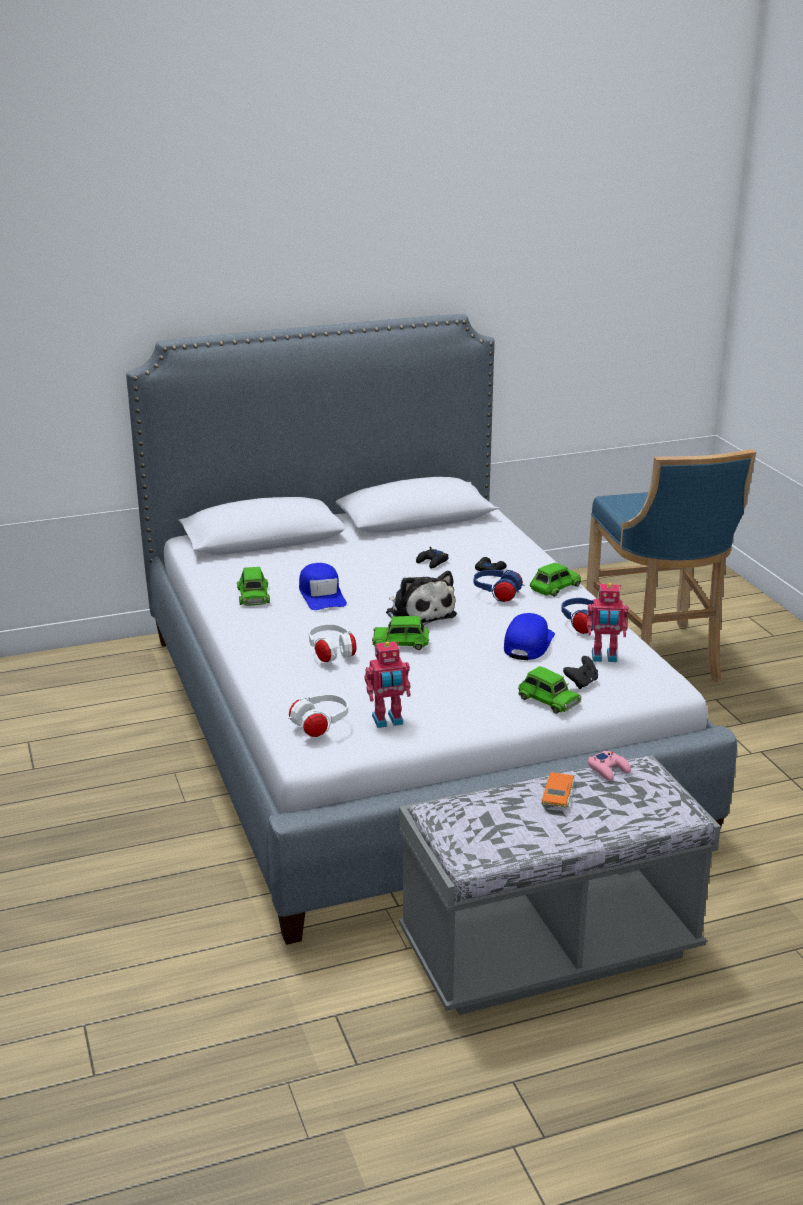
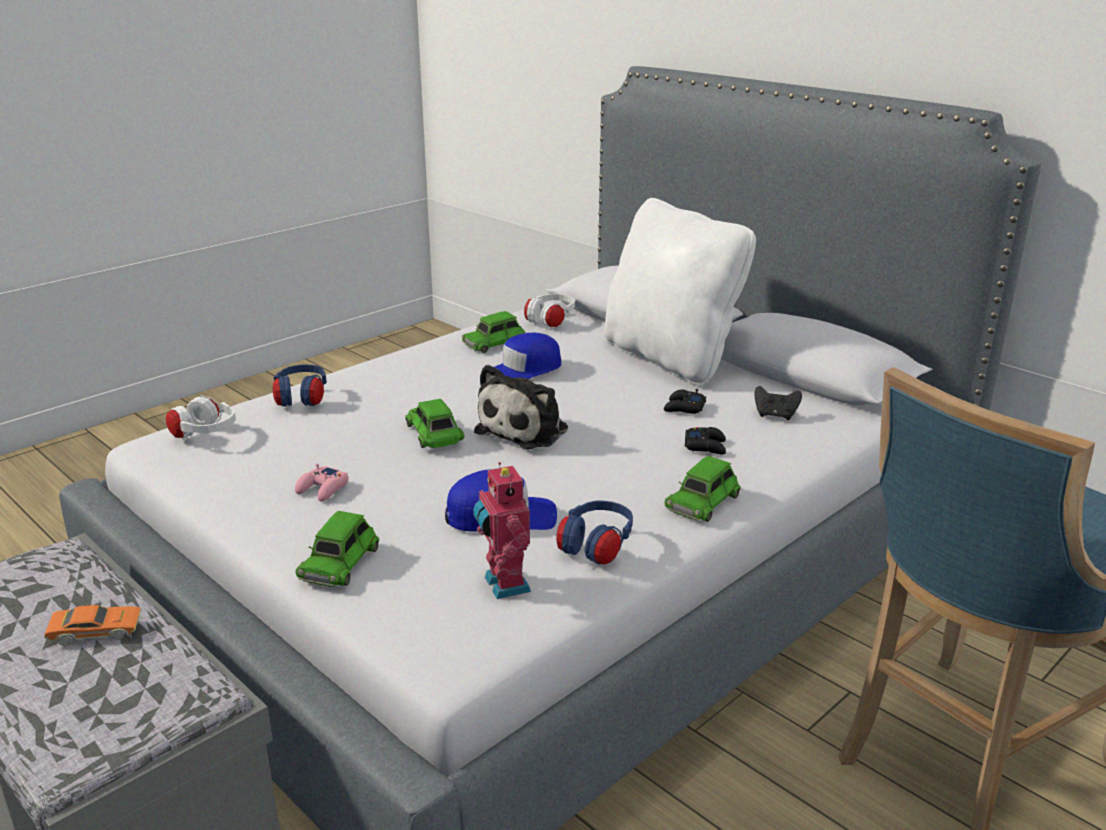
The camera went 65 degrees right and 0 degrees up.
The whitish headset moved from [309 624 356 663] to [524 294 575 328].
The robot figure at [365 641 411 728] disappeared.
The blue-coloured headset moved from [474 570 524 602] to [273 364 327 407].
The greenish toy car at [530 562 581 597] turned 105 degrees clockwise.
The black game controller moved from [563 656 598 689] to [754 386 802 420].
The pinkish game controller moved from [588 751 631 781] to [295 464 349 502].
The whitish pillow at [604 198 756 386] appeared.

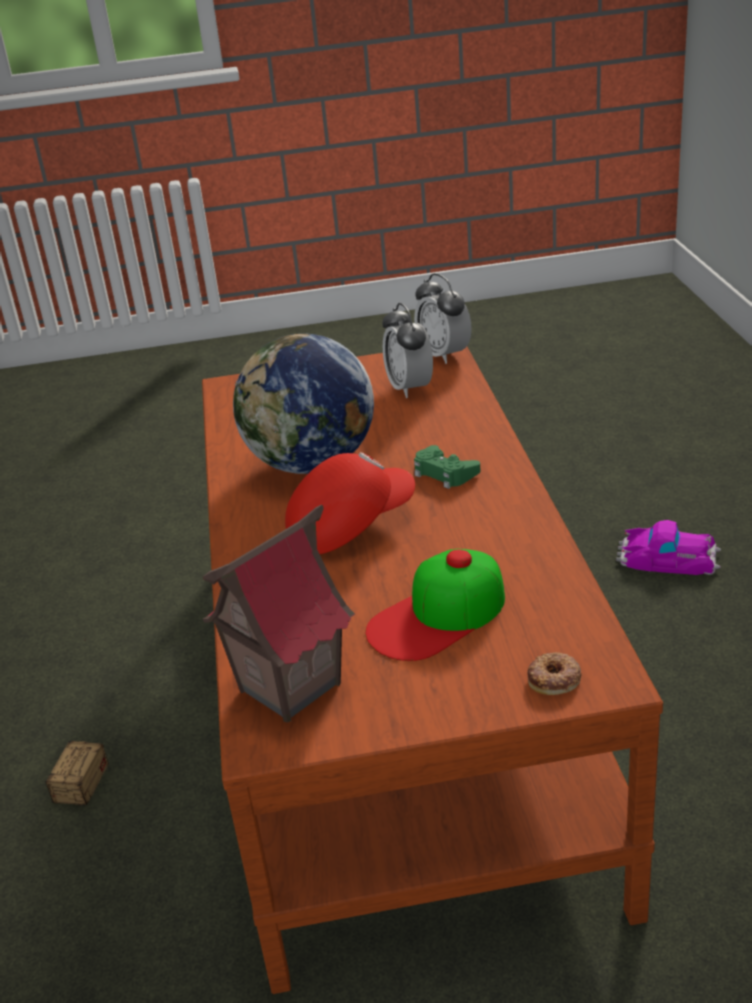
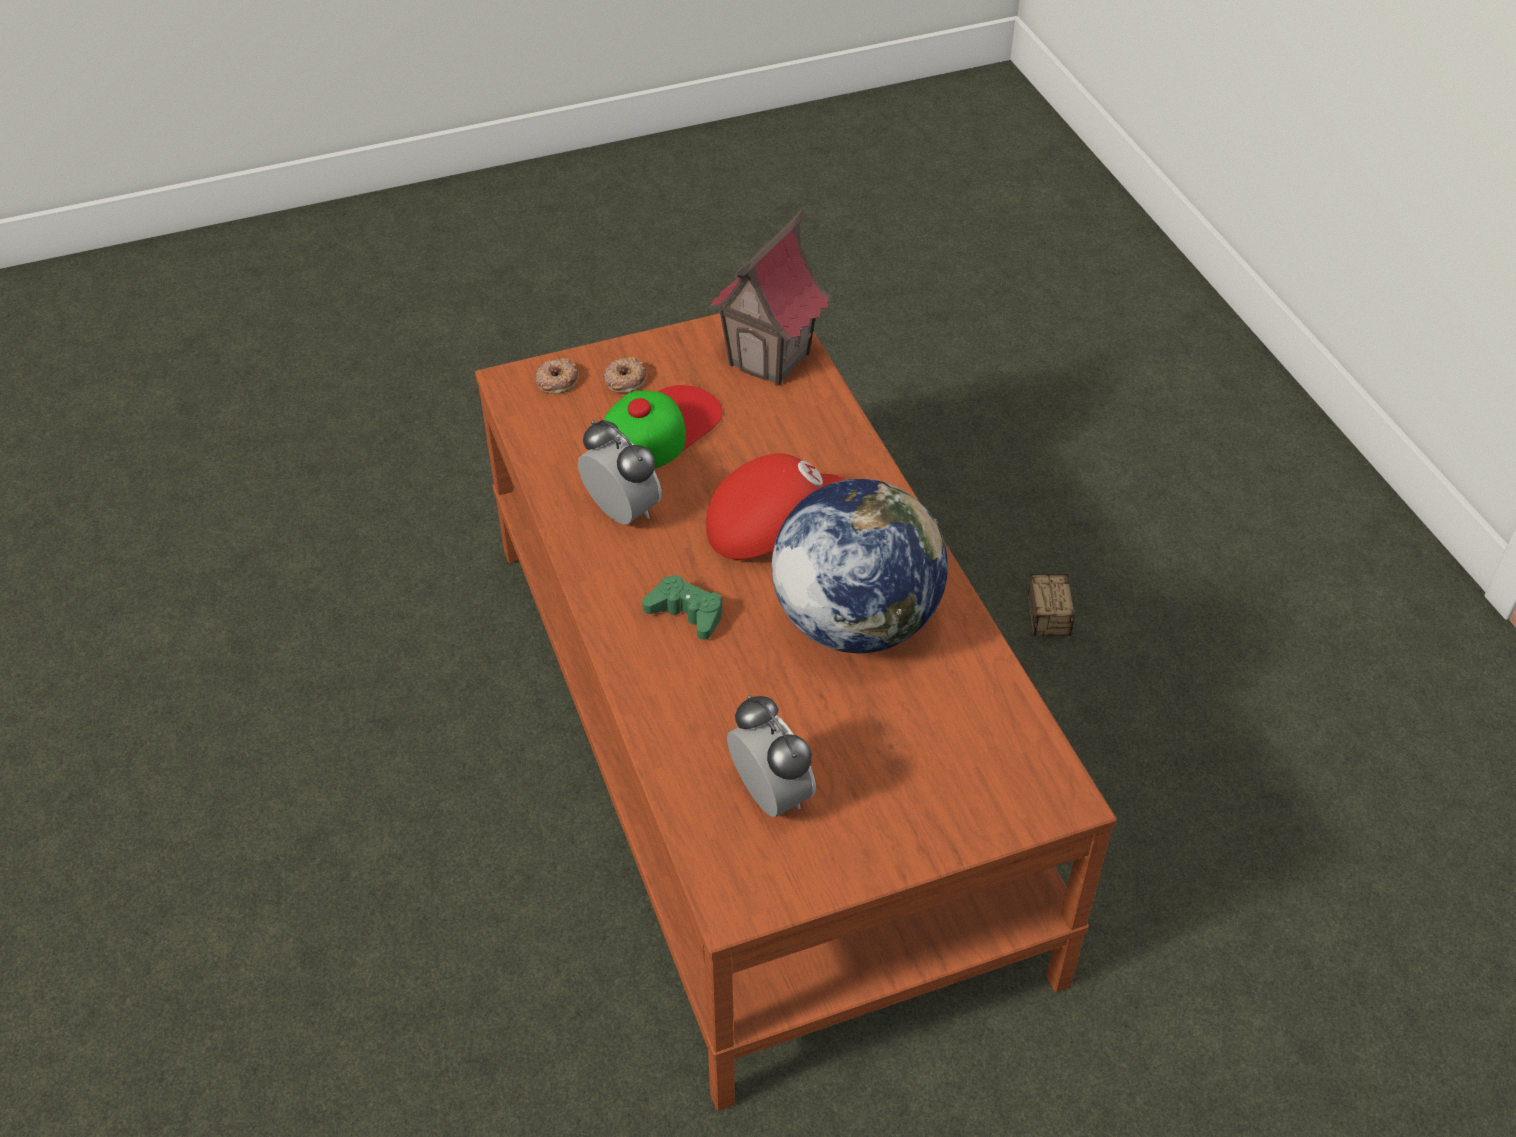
The camera went 165 degrees right and 15 degrees up.
The red cap at [285 452 415 554] turned 150 degrees counterclockwise.
The alarm clock moved from [414 273 472 364] to [578 420 662 524].
The toy car at [616 520 721 575] disappeared.
The doughnut at [604 357 646 393] appeared.

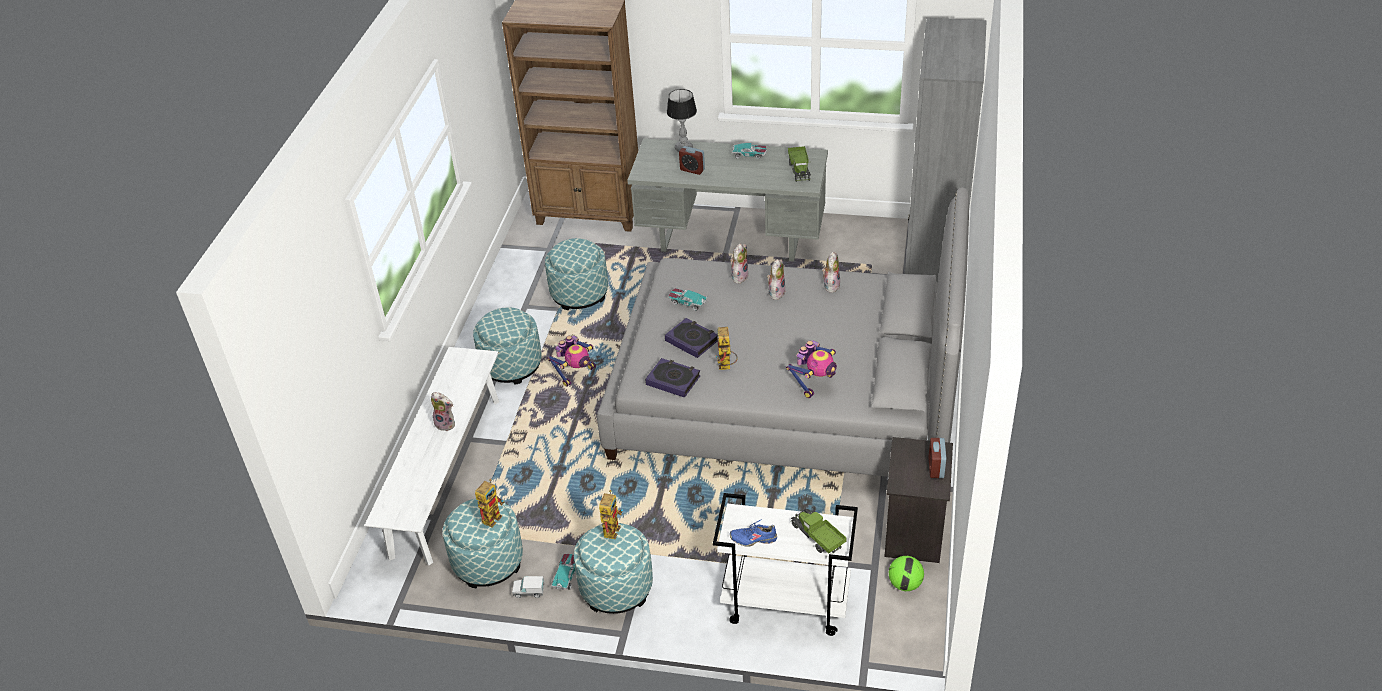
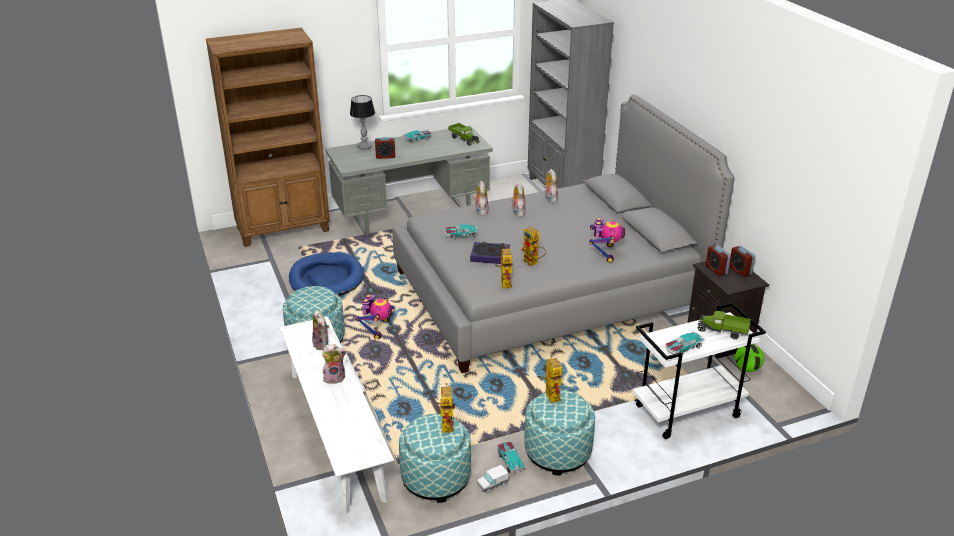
The camera went 35 degrees left and 10 degrees down.
The ottoman at [545 238 608 310] was replaced by the blue-coloured pet bed at [289 252 364 296].
The volume at [645 358 701 398] was replaced by the robot figure at [495 246 514 288].
The blue-coloured low shoe at [730 519 777 546] was replaced by the toy car at [665 332 704 356].
The plush toy at [312 310 329 350] appeared.
The alarm clock at [706 245 731 276] appeared.

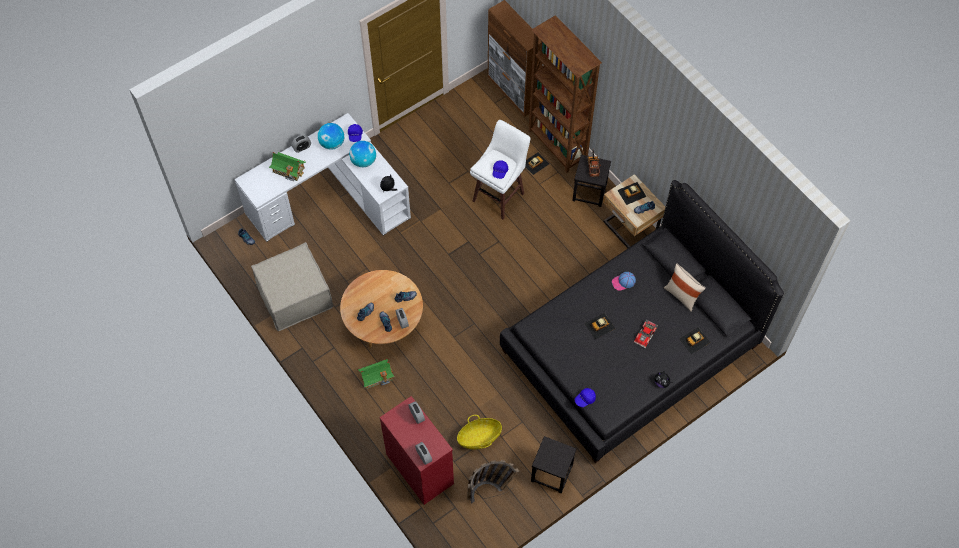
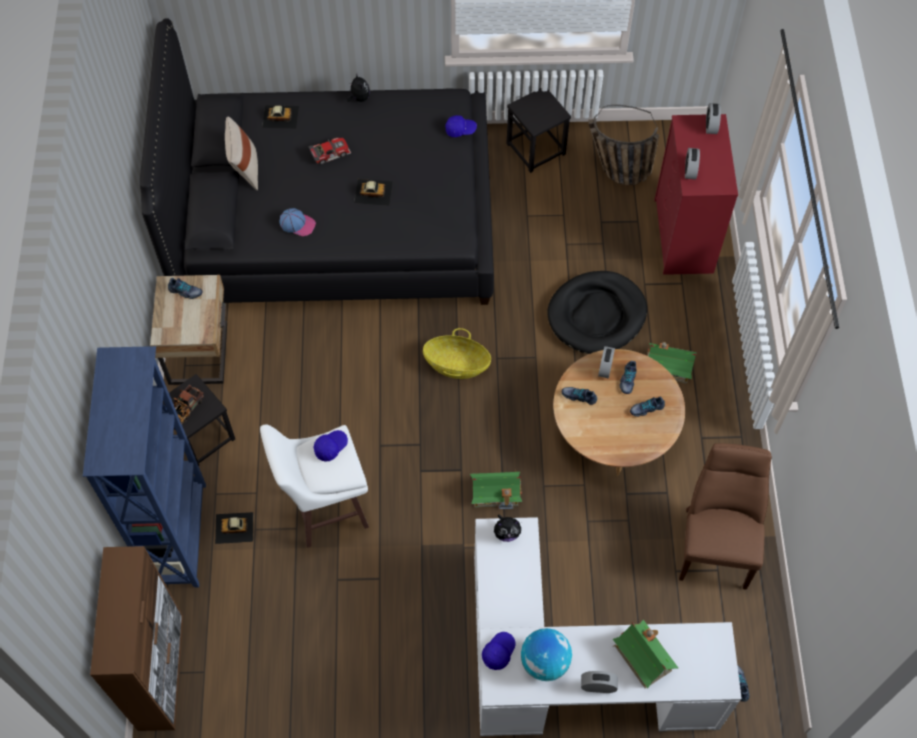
The camera went 145 degrees left and 0 degrees up.
The beige-coloured ottoman at [251 242 333 331] was replaced by the brown chair at [679 443 772 590].
The world globe at [349 141 376 167] disappeared.
The storage basket moved from [457 415 502 450] to [423 328 491 379].
The brown shelving unit at [528 15 602 173] became the blue-coloured shelving unit at [83 346 206 588].
The toy car at [617 182 647 205] disappeared.
The miniature house at [470 472 522 509] appeared.
The black pet bed at [547 271 647 354] appeared.

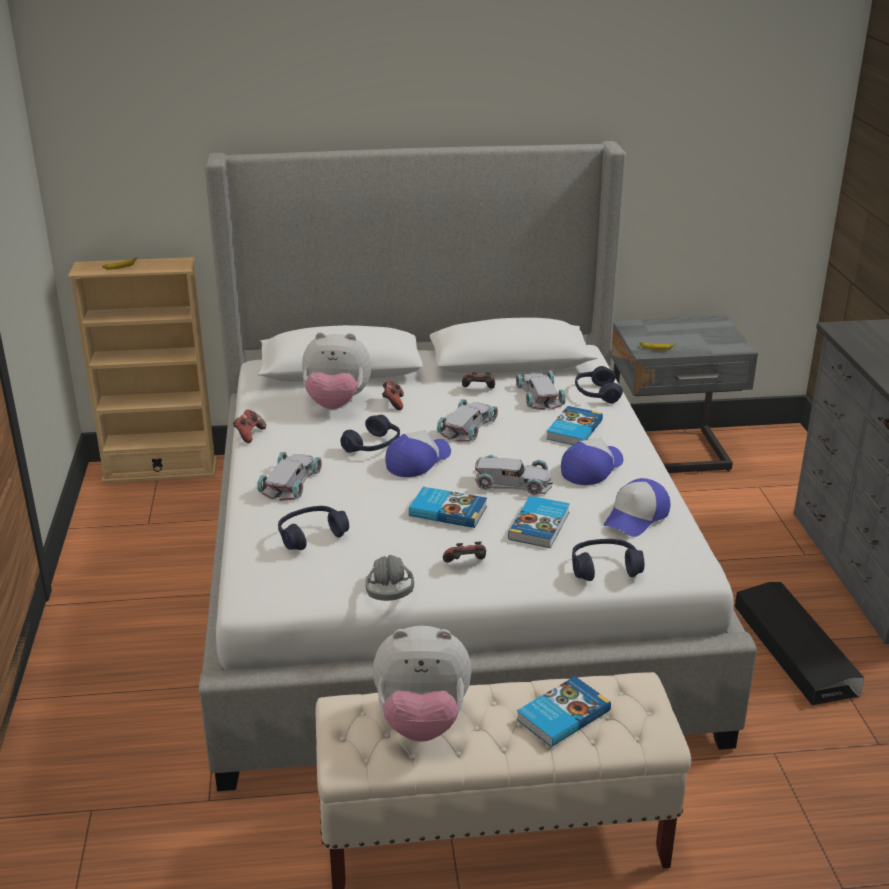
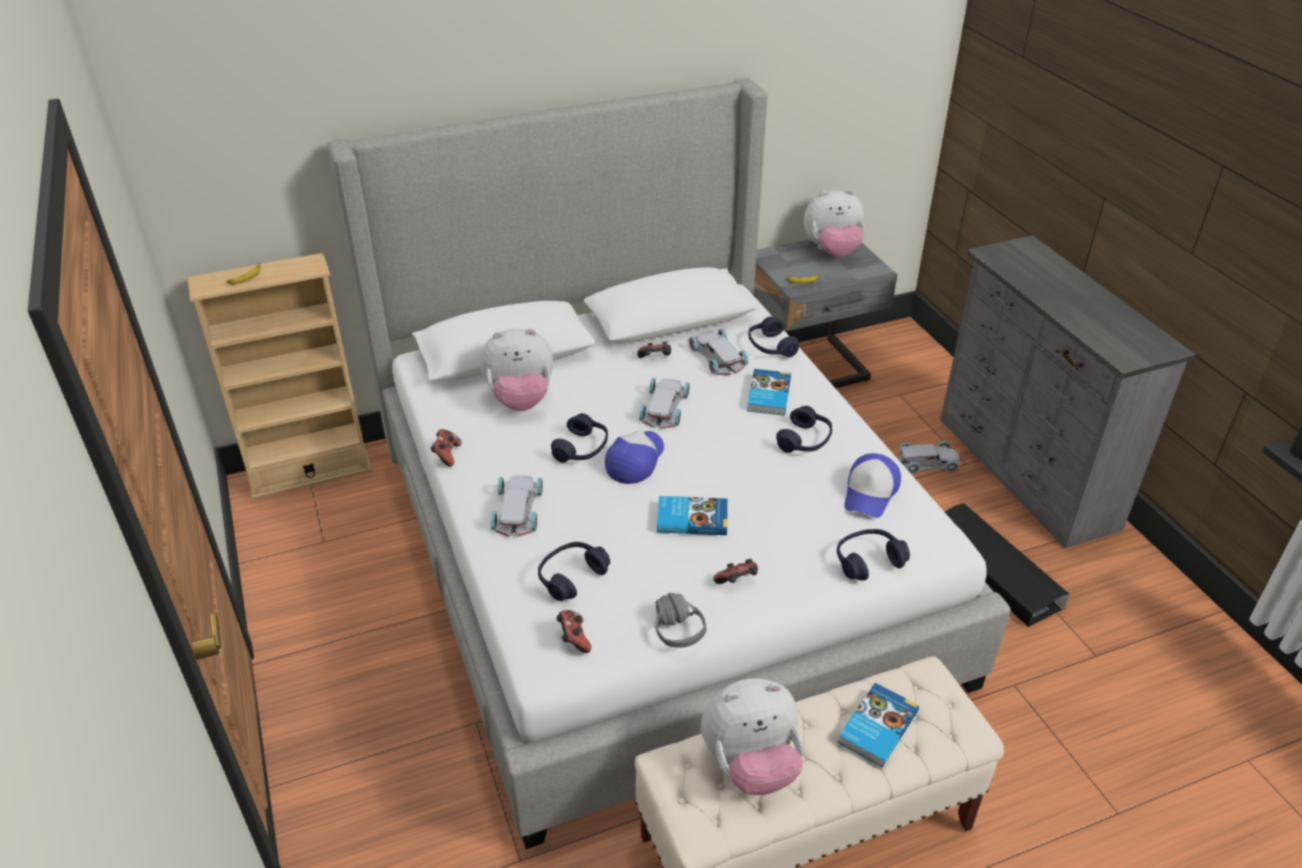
The camera went 15 degrees left and 10 degrees up.
The game controller moved from [382 380 404 410] to [556 610 591 653].
The whitish toy car moved from [475 455 553 495] to [898 441 960 474].
The volume at [508 496 570 548] disappeared.
The cap at [561 437 623 485] was replaced by the blue-coloured headset at [776 406 832 453].
The plush toy at [804 189 865 257] appeared.

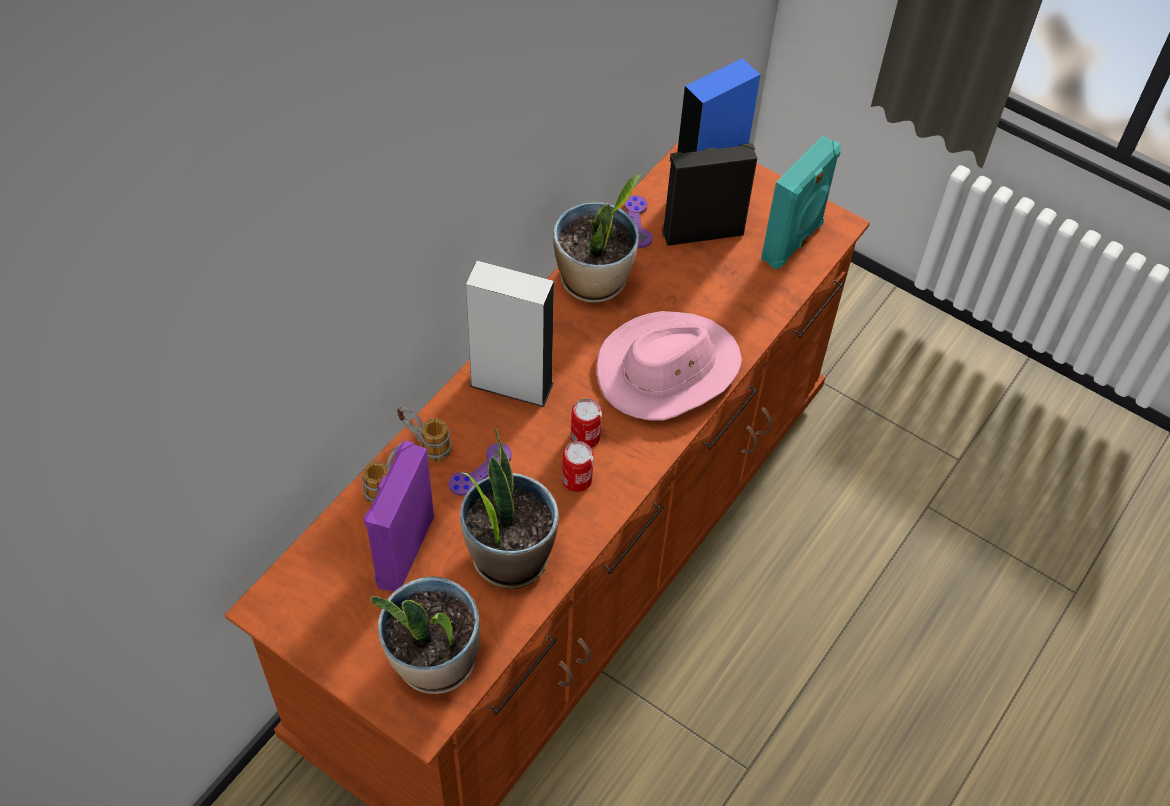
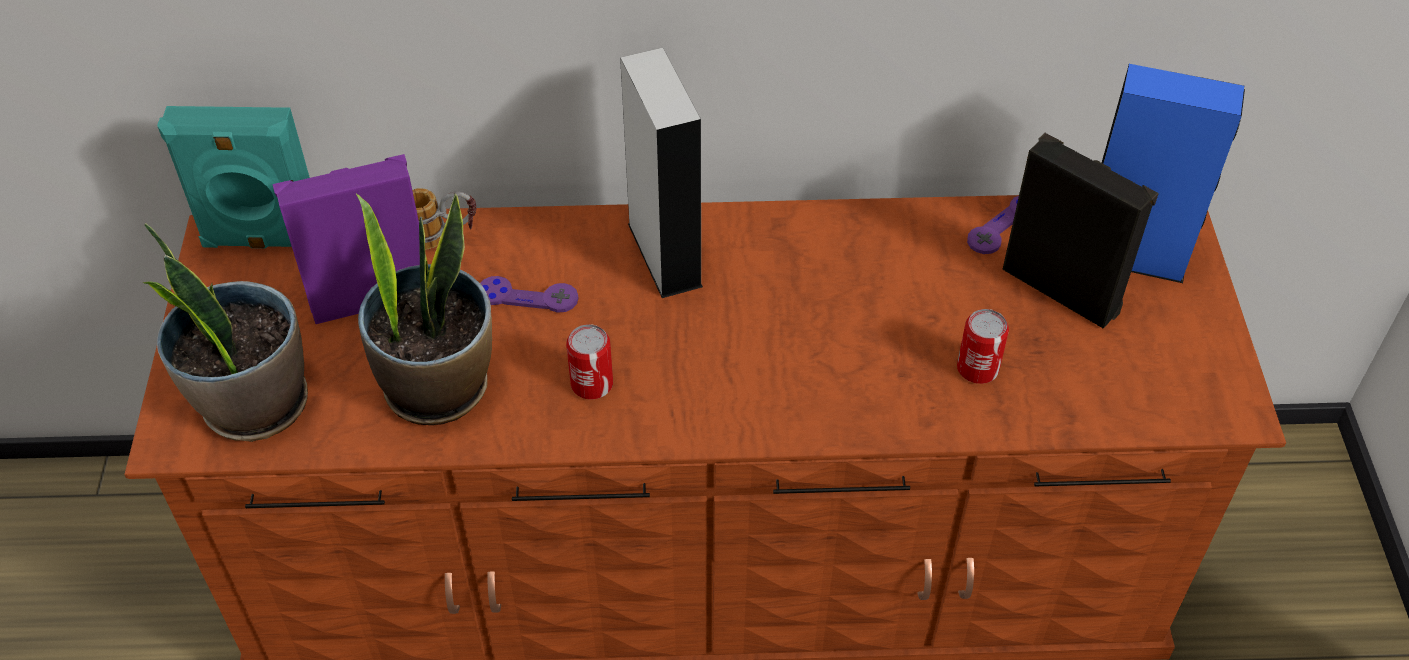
The camera went 55 degrees right and 5 degrees down.
The mug at [397 407 451 462] disappeared.
The plant in a pot at [553 175 641 303] disappeared.
The metal can moved from [571 398 602 448] to [957 309 1009 384].
The pinkish clothing hat at [597 311 742 421] disappeared.
The turquoise-coloured audio speaker moved from [761 136 841 269] to [157 106 310 248].

